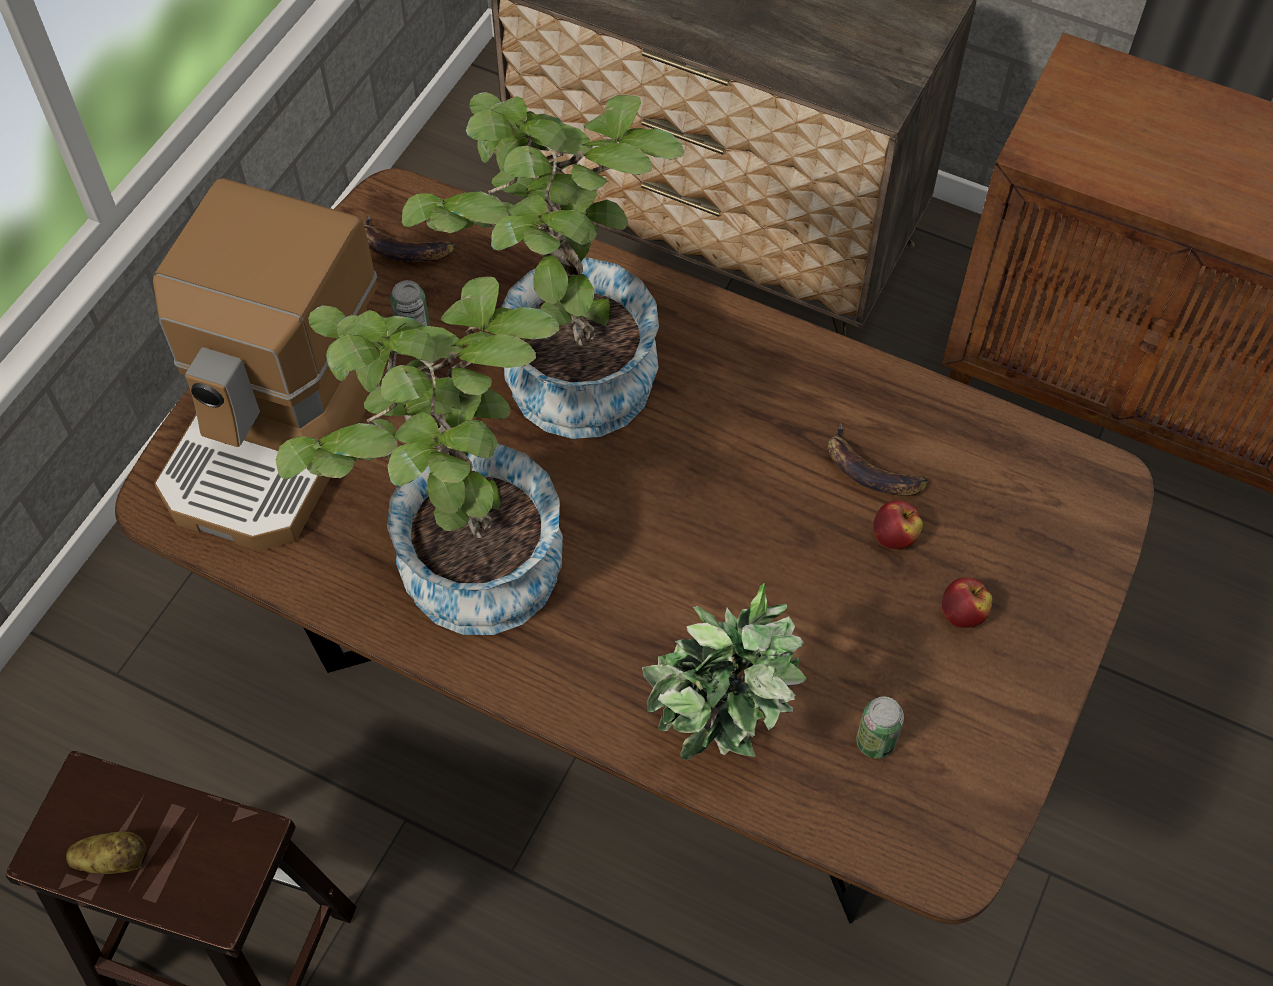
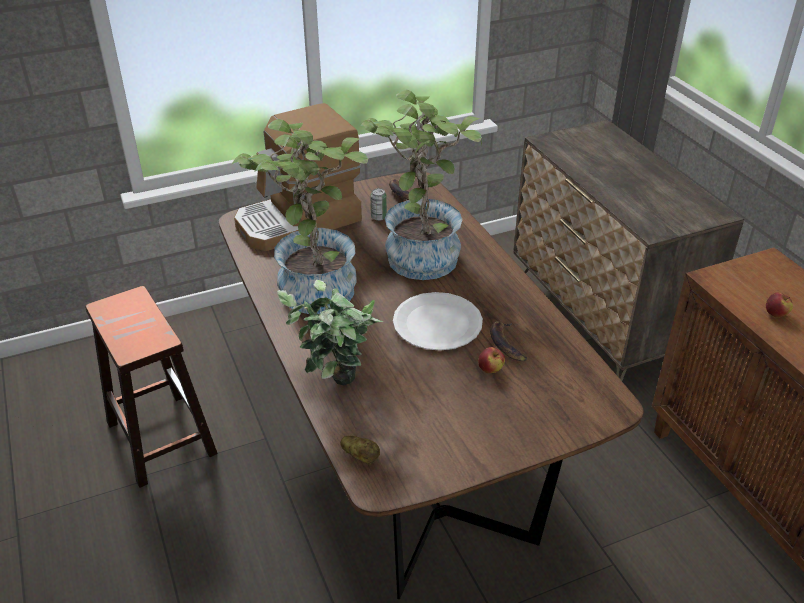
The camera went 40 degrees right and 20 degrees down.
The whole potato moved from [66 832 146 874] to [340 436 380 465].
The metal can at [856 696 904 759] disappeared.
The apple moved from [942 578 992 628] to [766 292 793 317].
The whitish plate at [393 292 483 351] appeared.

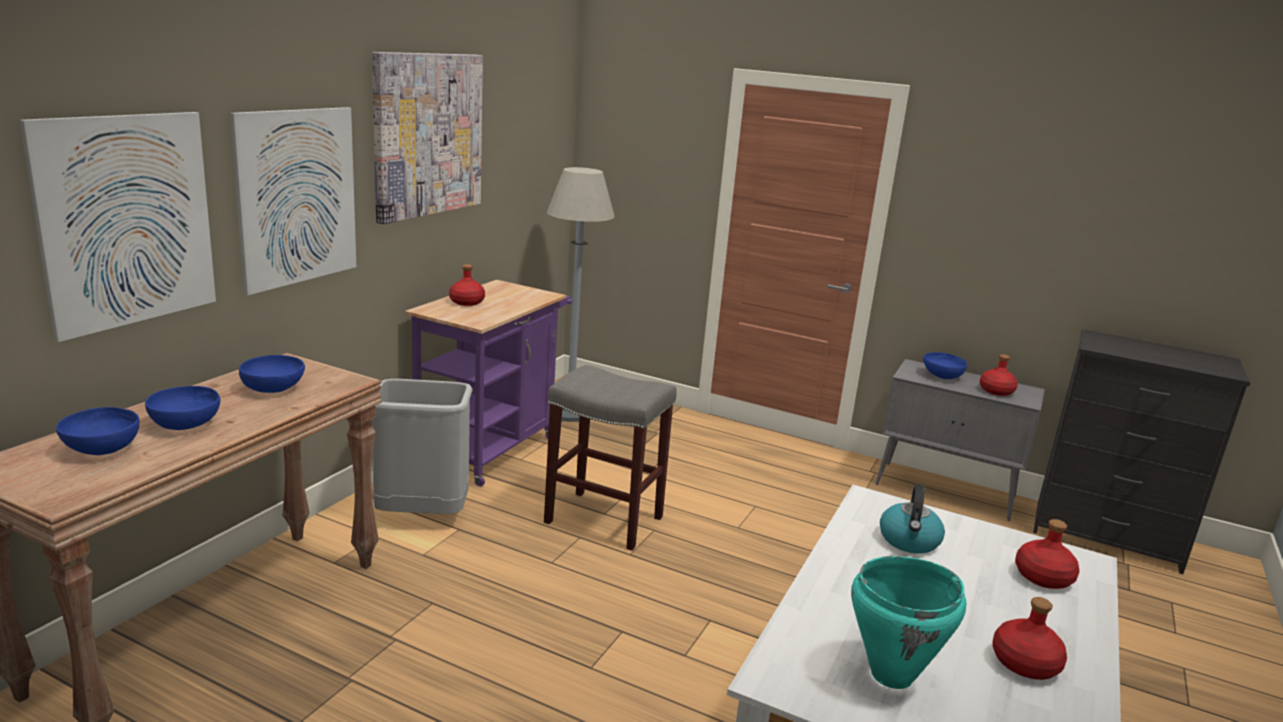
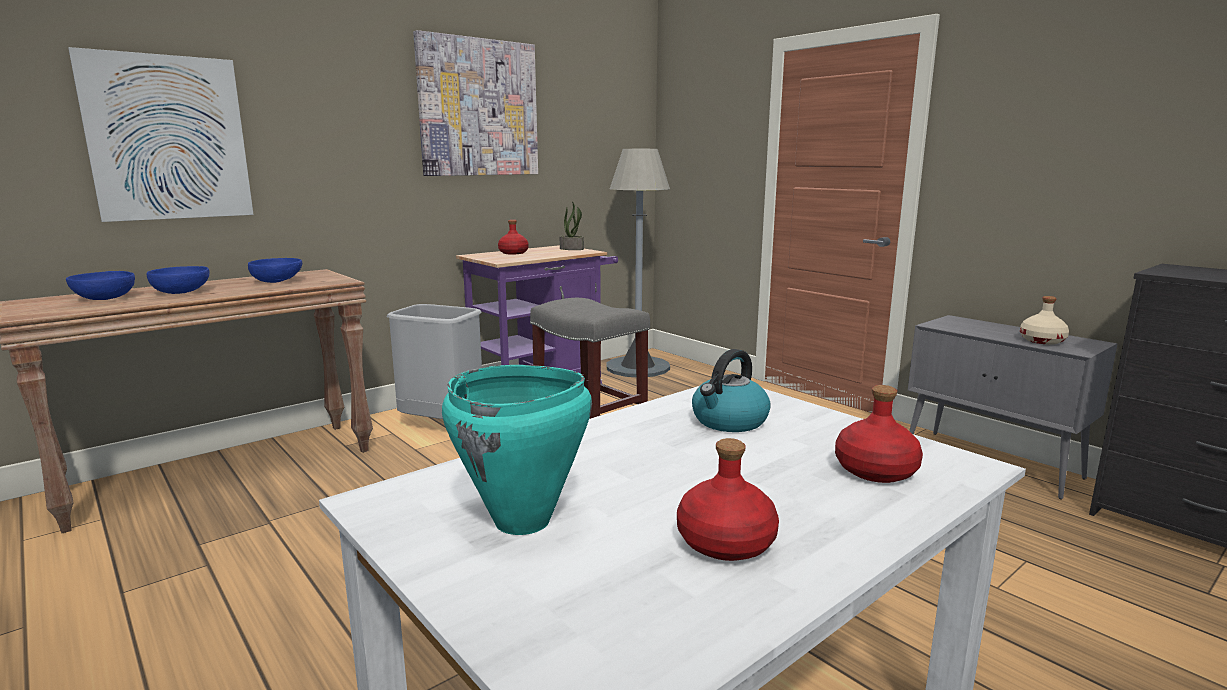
The camera went 25 degrees right and 5 degrees down.
The picture at [230 107 356 295] disappeared.
The blue-coloured deep dish at [923 352 967 379] disappeared.
The red bottle at [980 354 1018 396] became the beige-coloured bottle at [1020 296 1069 345].
The plant in a pot at [560 201 584 250] appeared.

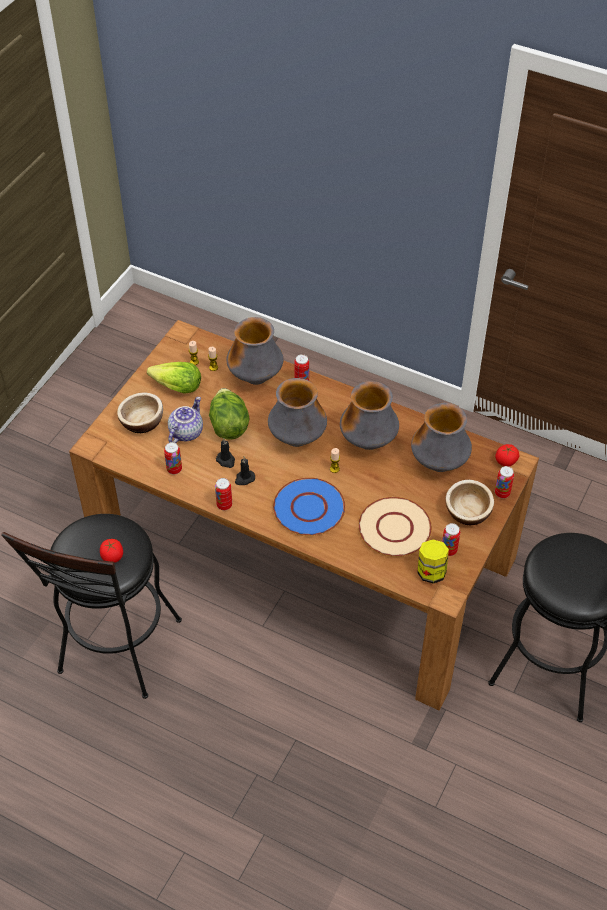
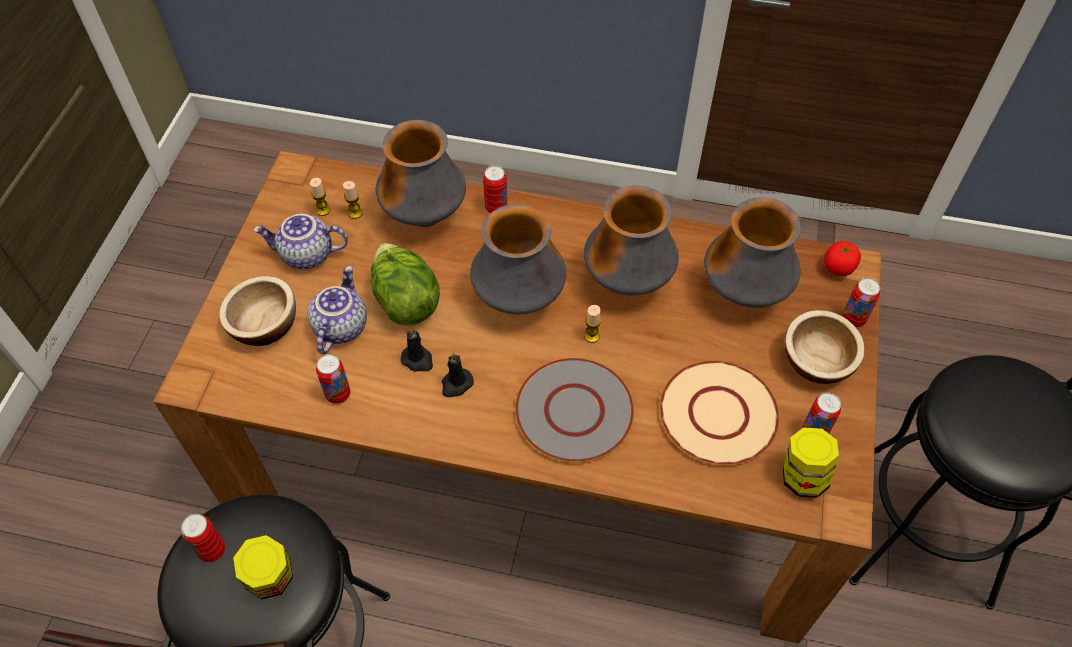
The camera went 15 degrees left and 5 degrees up.
The tomato at [100 539 123 563] was replaced by the preserve jar at [233 535 293 599].
The lettuce head at [147 362 201 394] was replaced by the pot for tea at [253 214 348 269].
The metal can moved from [215 478 232 510] to [181 514 225 562].
The blue-coloured plate at [273 477 346 536] became the grey plate at [515 358 634 462].

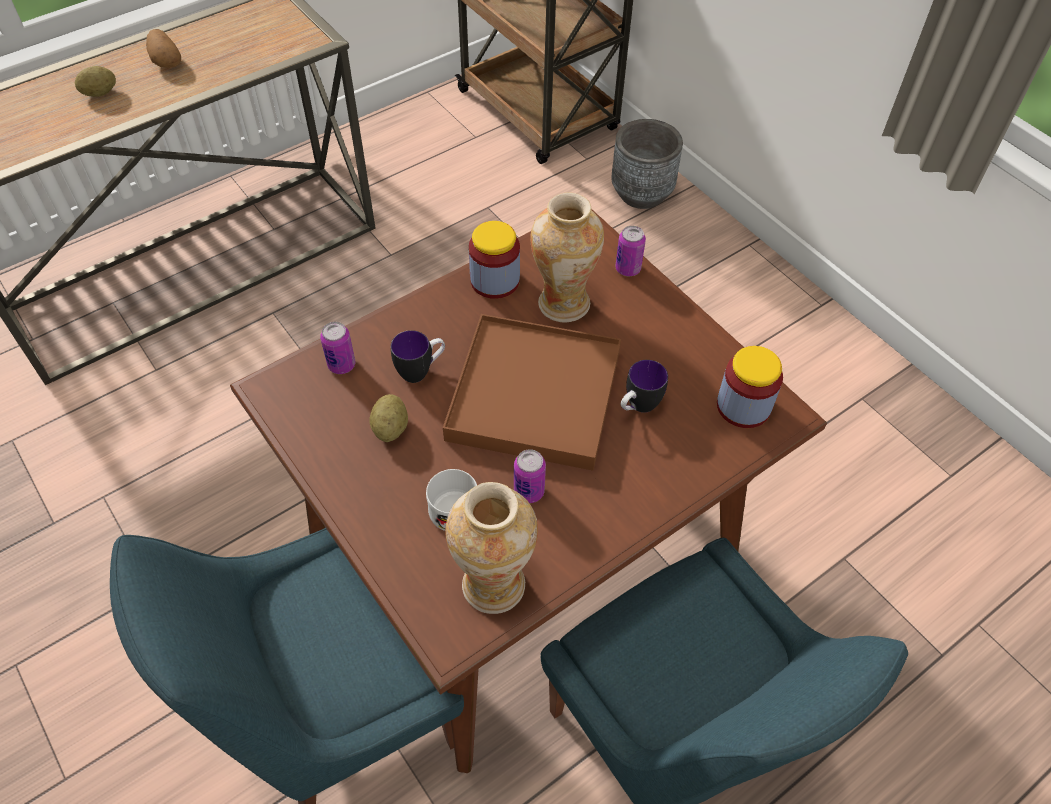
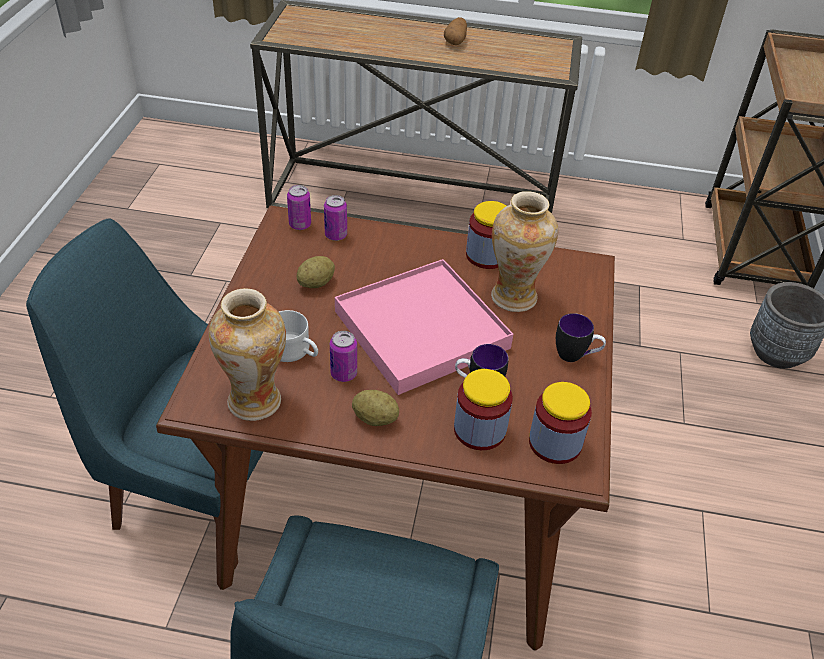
The camera went 45 degrees right and 10 degrees down.
The whole potato moved from [75 66 116 97] to [352 390 399 426].
The mug moved from [391 330 445 383] to [556 313 606 362].
The brown tray at [443 314 621 471] became the pinkish tray at [335 259 513 395].
The metal can moved from [615 226 646 276] to [287 185 311 230].
The preserve jar at [454 369 513 450] appeared.

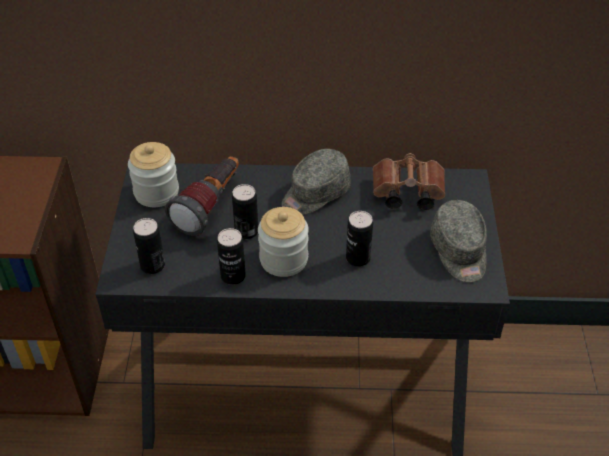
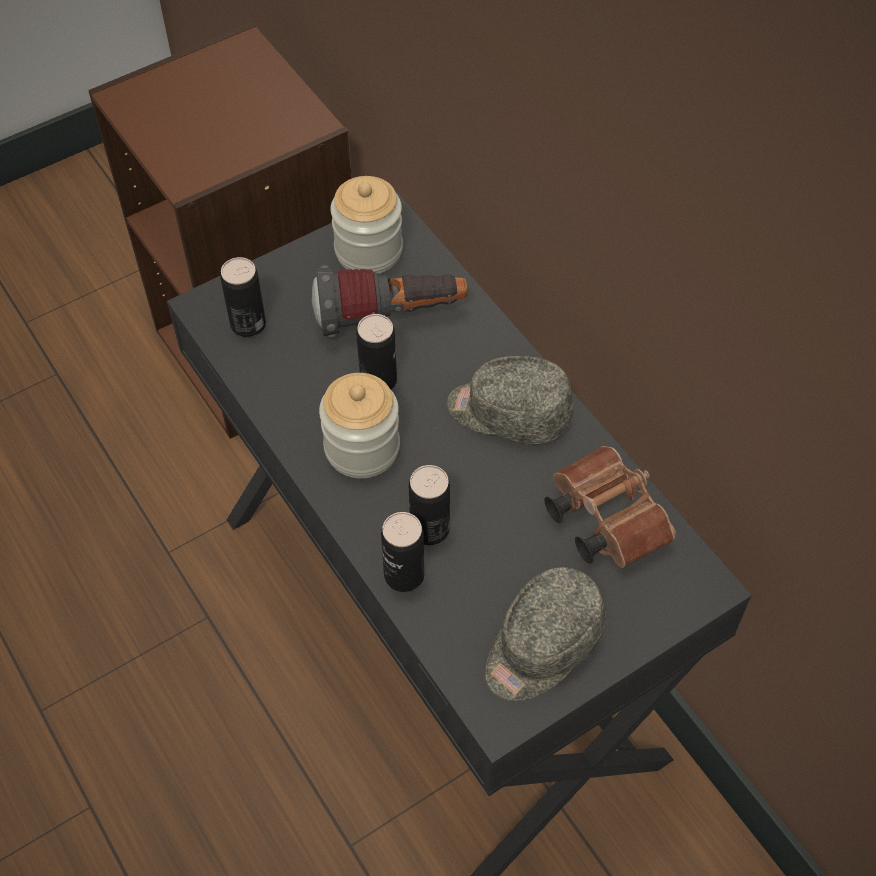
The camera went 55 degrees right and 10 degrees up.
The metal can moved from [217 228 246 285] to [381 512 424 592].

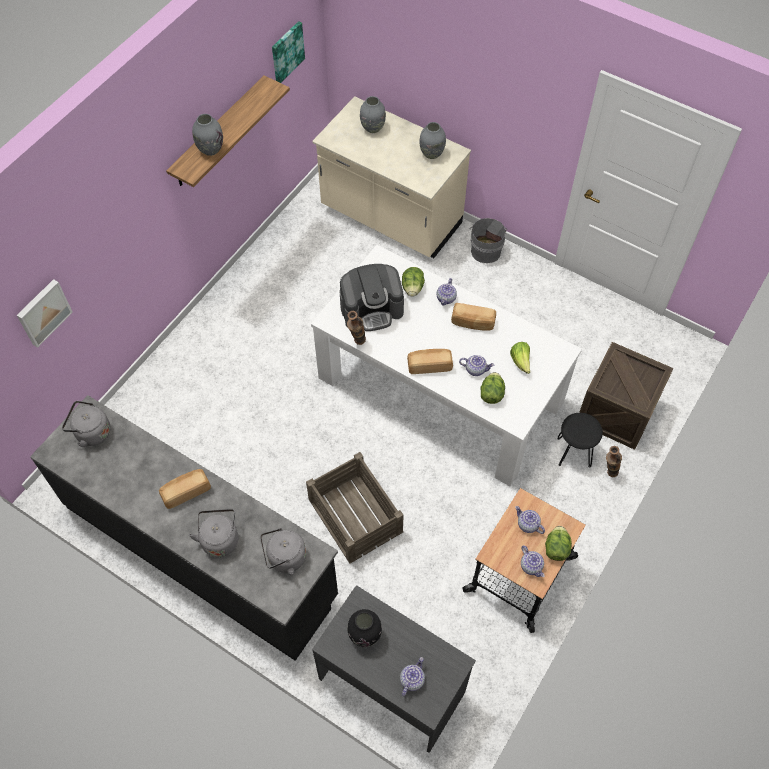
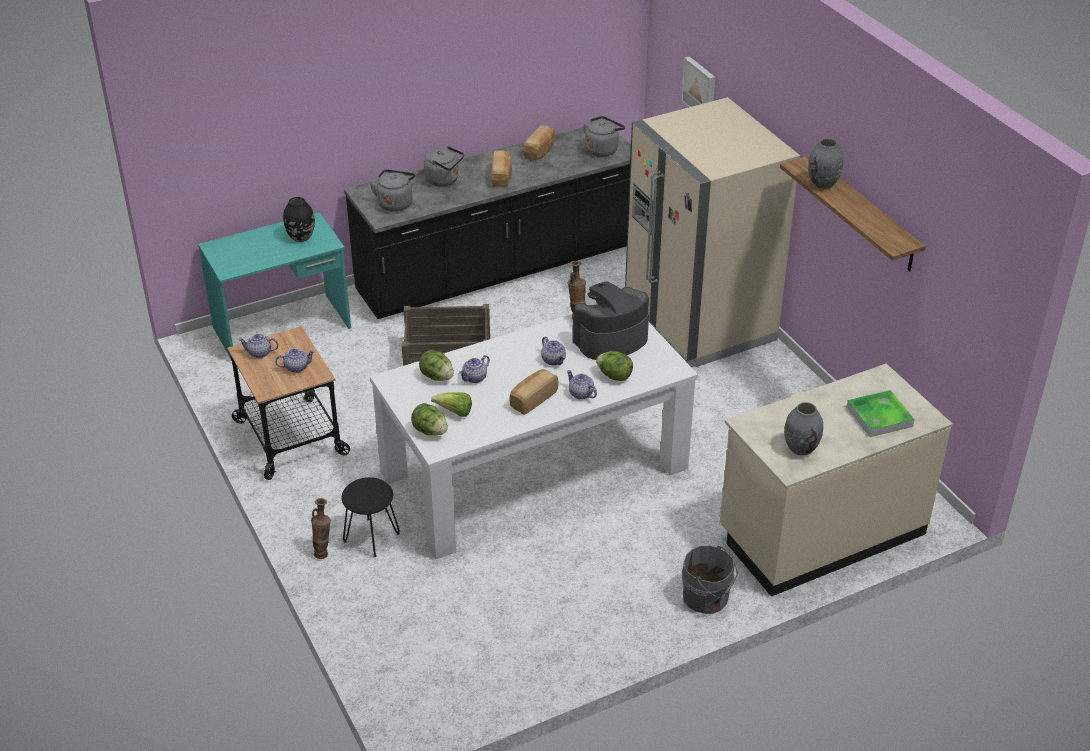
The camera went 120 degrees right and 20 degrees down.
The picture at [272 21 305 83] disappeared.
The grey desk unit at [312 585 476 753] became the turquoise-coloured desk unit at [198 212 351 359].
The coffee maker at [339 264 404 331] turned 45 degrees clockwise.
The grey decorative vase at [360 96 386 133] was replaced by the tray at [847 390 915 437].
The pot for tea moved from [400 657 425 696] to [541 337 566 366].
The baked bread moved from [407 349 453 374] to [523 125 555 160].
The lettuce head moved from [545 526 572 561] to [411 403 448 436].
The shipping crate at [579 342 674 450] disappeared.
The beige-coloured kitchen fridge at [625 97 800 367] appeared.

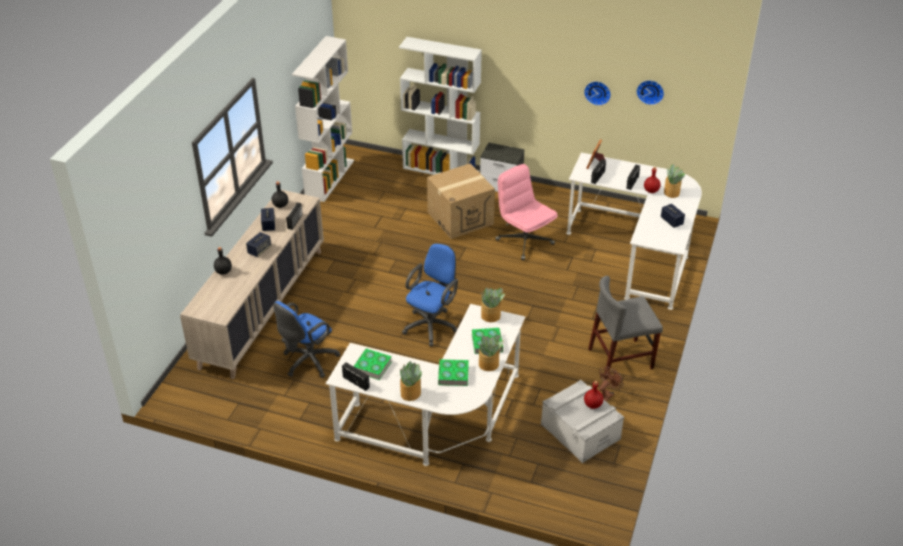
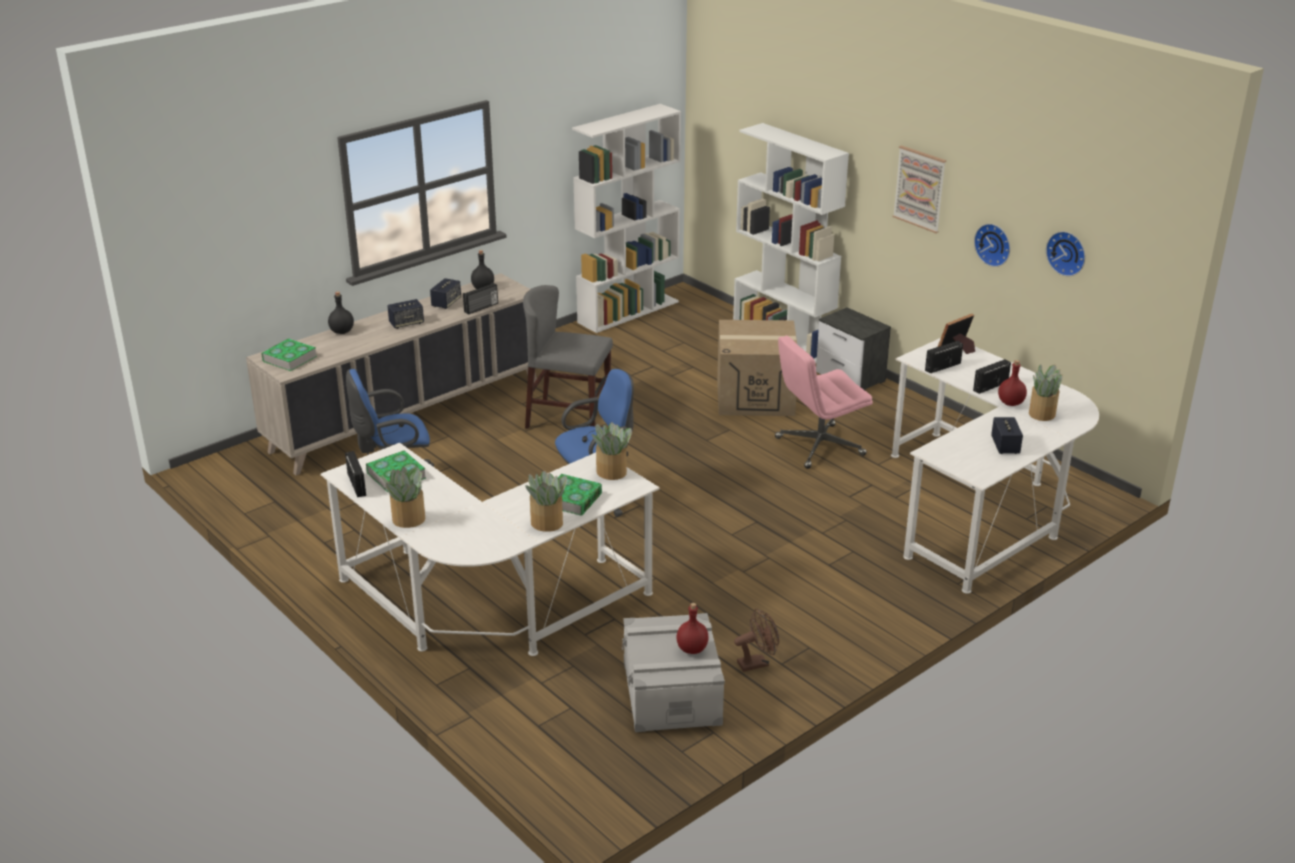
The camera went 30 degrees right and 10 degrees down.
The volume moved from [438 359 469 386] to [261 338 317 371].
The pinkish computer chair at [495 164 558 260] turned 105 degrees counterclockwise.
The grey chair moved from [588 276 663 379] to [523 285 613 429].
The picture at [893 145 946 233] appeared.

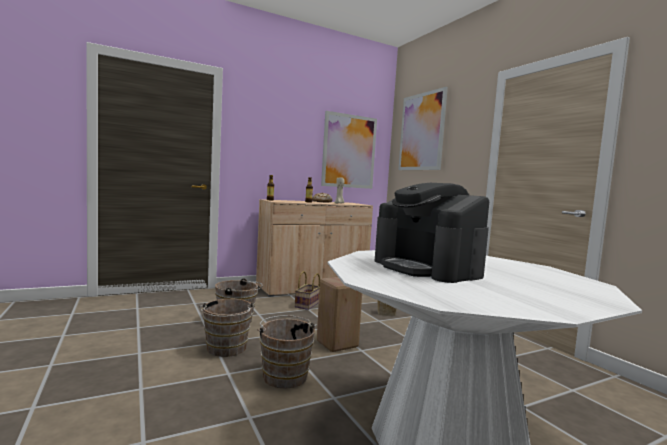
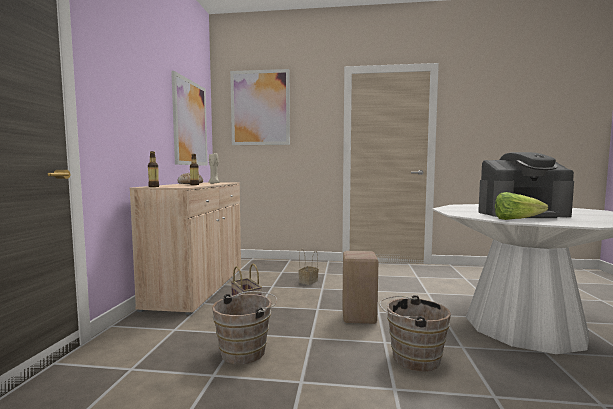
The camera went 55 degrees left and 0 degrees up.
The brown bucket at [199 299 255 357] disappeared.
The lettuce head at [495 192 548 220] appeared.

